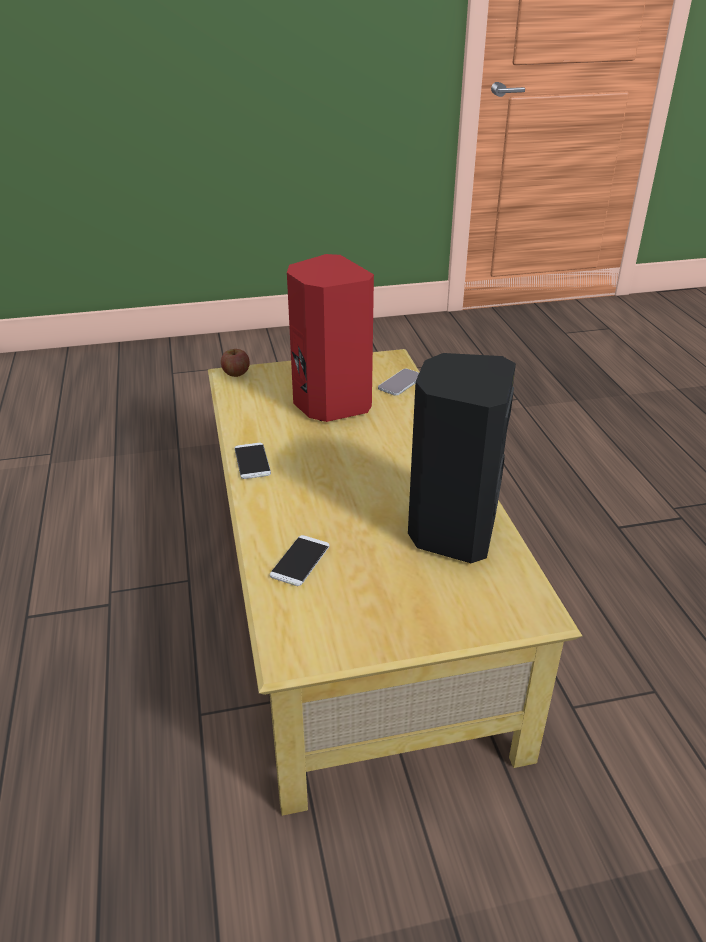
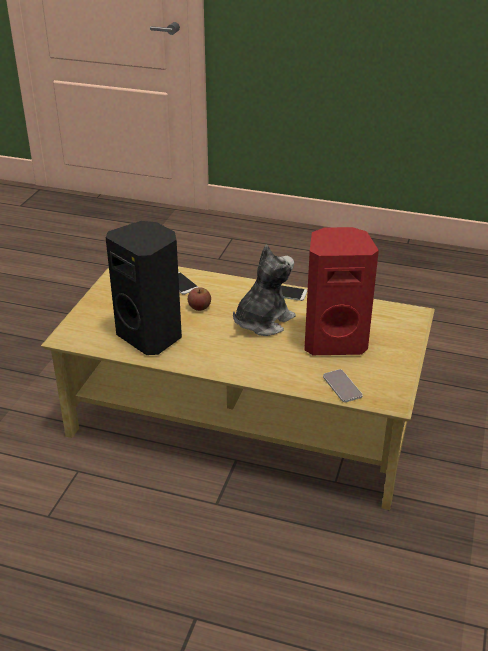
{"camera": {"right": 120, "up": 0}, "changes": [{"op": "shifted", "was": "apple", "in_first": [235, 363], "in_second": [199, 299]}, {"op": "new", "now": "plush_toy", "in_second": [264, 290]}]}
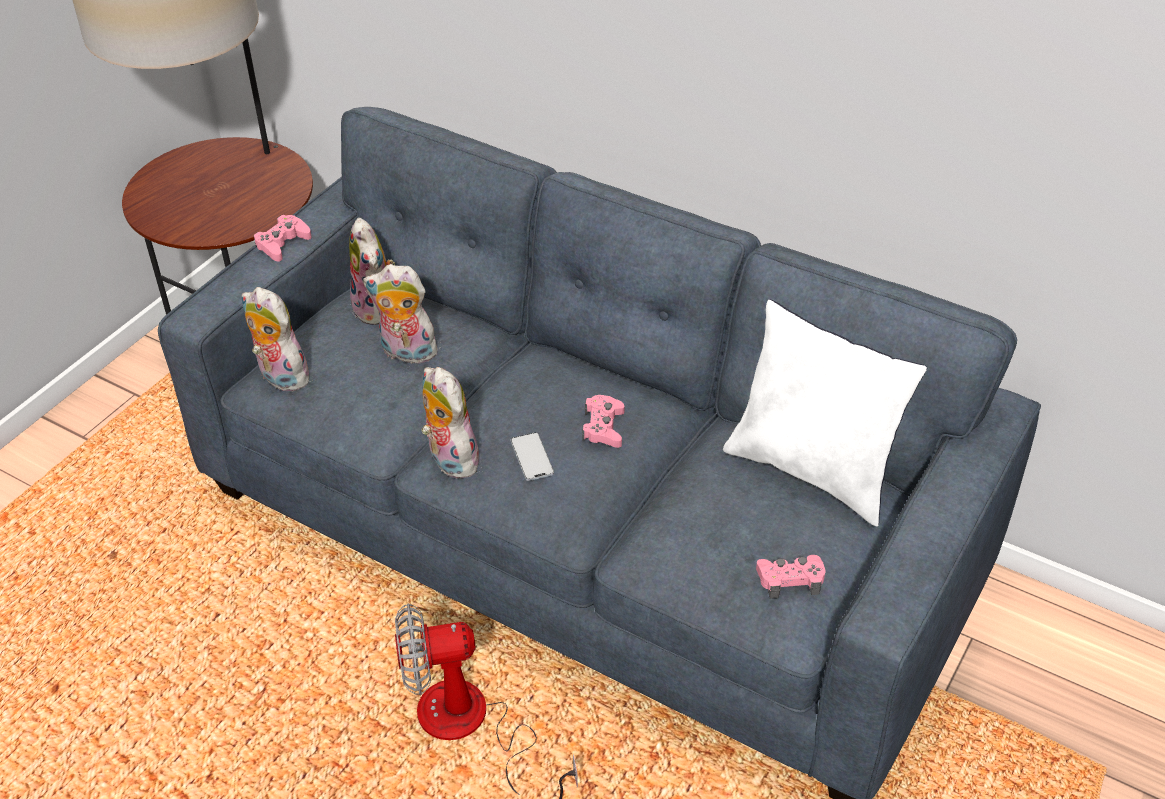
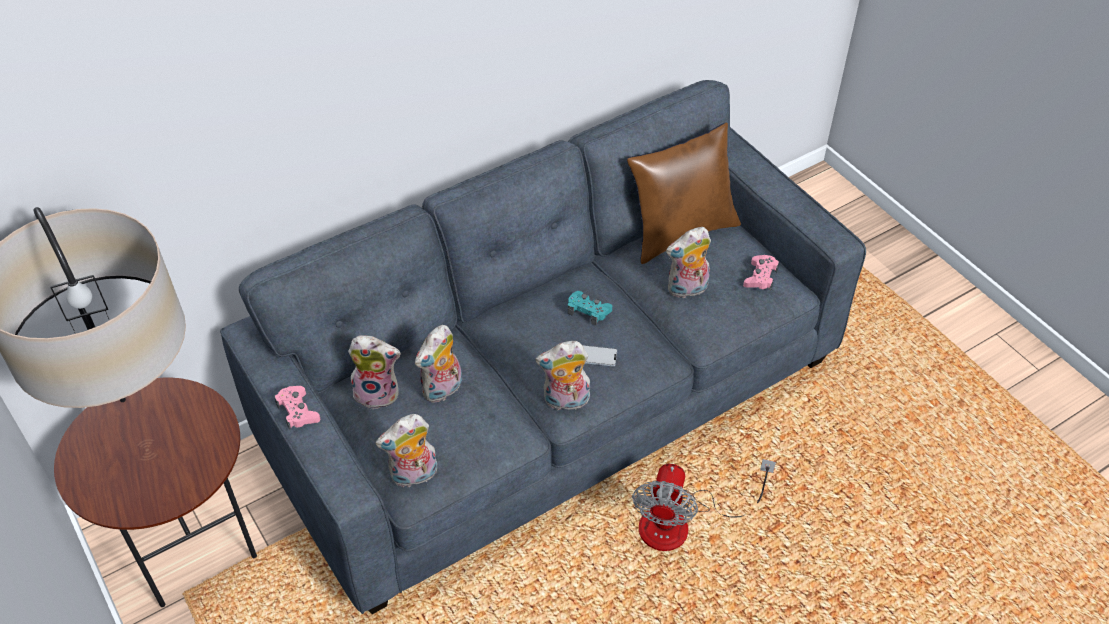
{"camera": {"right": -65, "up": 5}, "changes": [{"op": "repainted", "was": "pink_game_controller", "now": "turquoise_game_controller", "in_first": [603, 421], "in_second": [590, 308]}, {"op": "repainted", "was": "white_pillow", "now": "brown_pillow", "in_first": [825, 413], "in_second": [684, 193]}, {"op": "new", "now": "plush_toy", "in_second": [688, 262]}]}
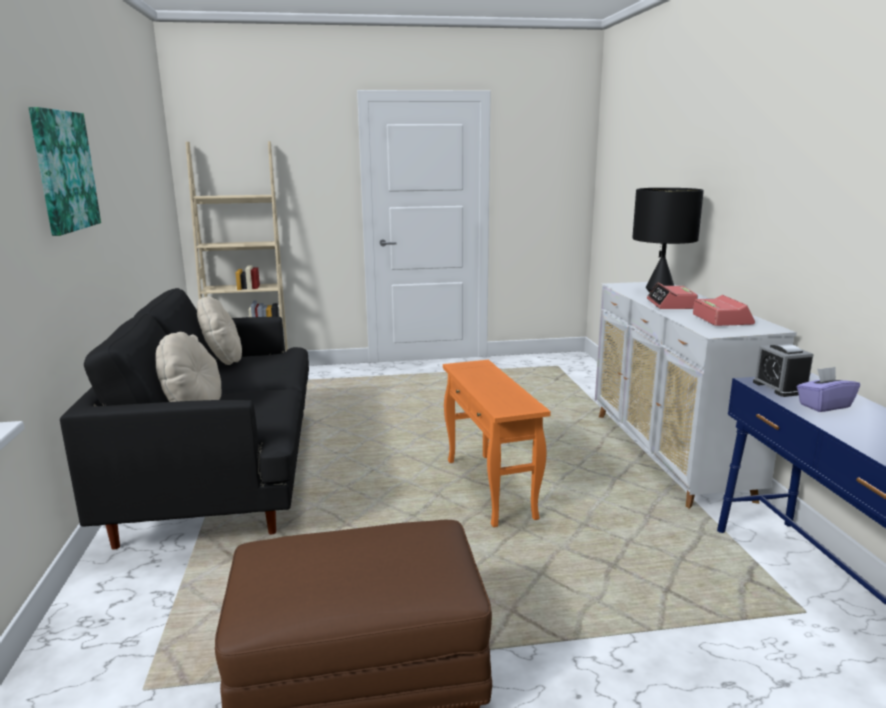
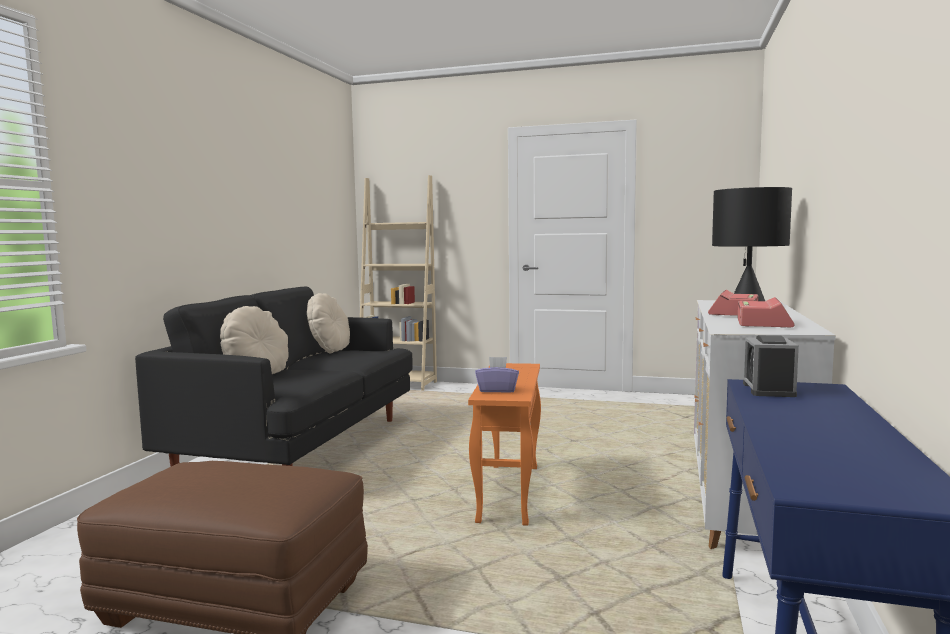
{"camera": {"right": 25, "up": -10}, "changes": [{"op": "gone", "was": "picture", "in_first": [65, 171]}, {"op": "shifted", "was": "purple_tissue_box", "in_first": [828, 389], "in_second": [497, 375]}]}
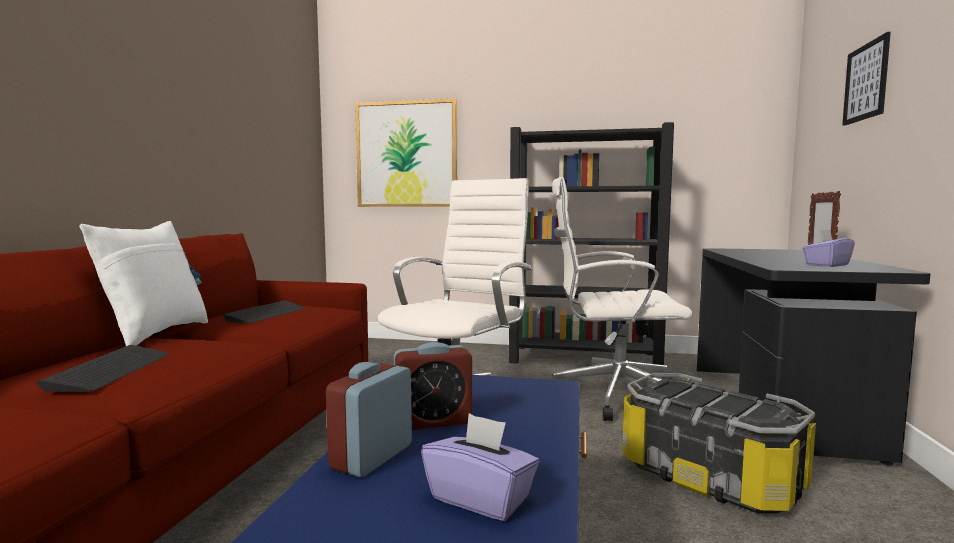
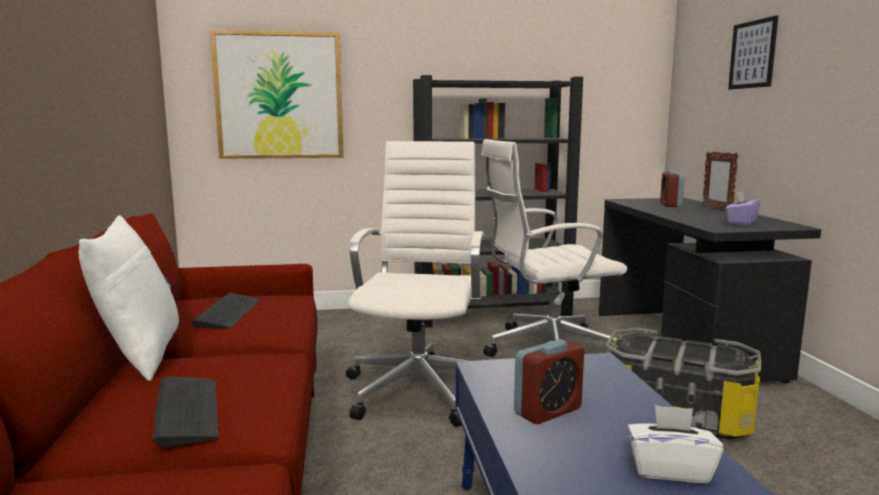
{"camera": {"right": -20, "up": 5}, "changes": [{"op": "shifted", "was": "alarm_clock", "in_first": [369, 419], "in_second": [672, 188]}, {"op": "repainted", "was": "purple_tissue_box", "now": "white_tissue_box", "in_first": [480, 467], "in_second": [675, 444]}]}
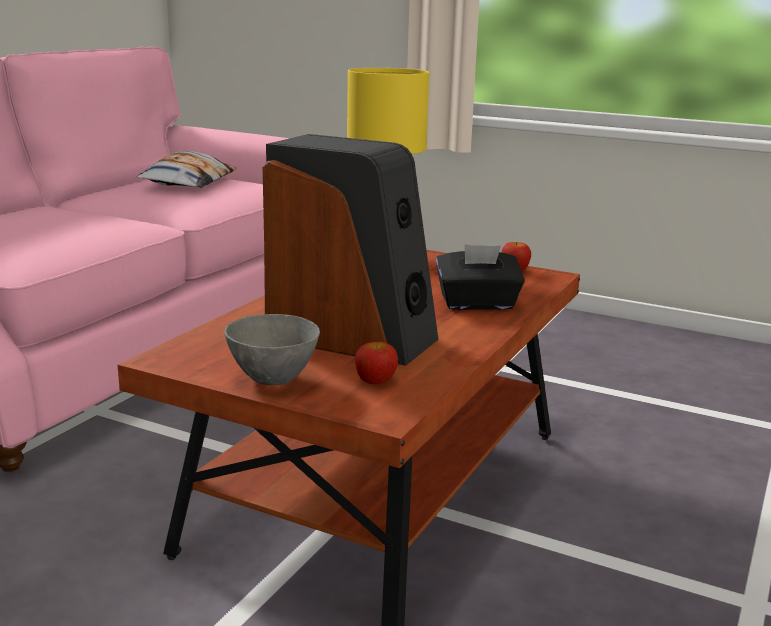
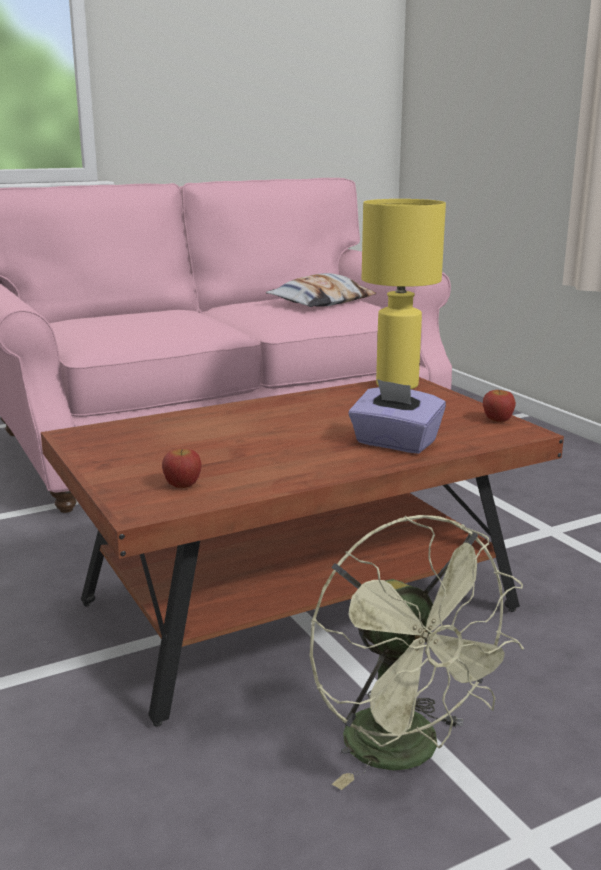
{"camera": {"right": 35, "up": 0}, "changes": [{"op": "gone", "was": "grey_bowl", "in_first": [272, 349]}, {"op": "gone", "was": "speaker", "in_first": [350, 250]}, {"op": "repainted", "was": "black_tissue_box", "now": "purple_tissue_box", "in_first": [480, 277], "in_second": [397, 416]}, {"op": "new", "now": "green_fan", "in_second": [417, 652]}]}
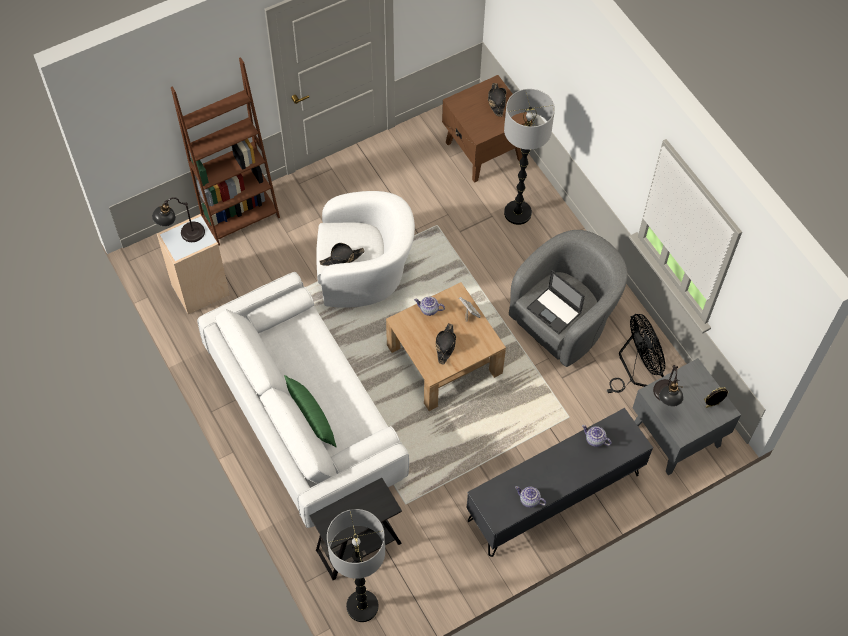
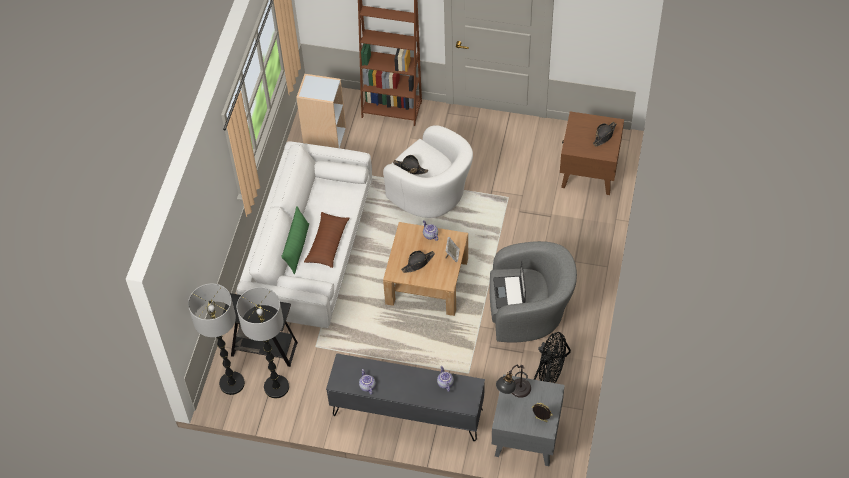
{"camera": {"right": 45, "up": -5}, "changes": [{"op": "gone", "was": "grey_table_lamp", "in_first": [178, 219]}, {"op": "shifted", "was": "floor_lamp", "in_first": [529, 157], "in_second": [263, 342]}, {"op": "new", "now": "brown_pillow", "in_second": [326, 240]}]}
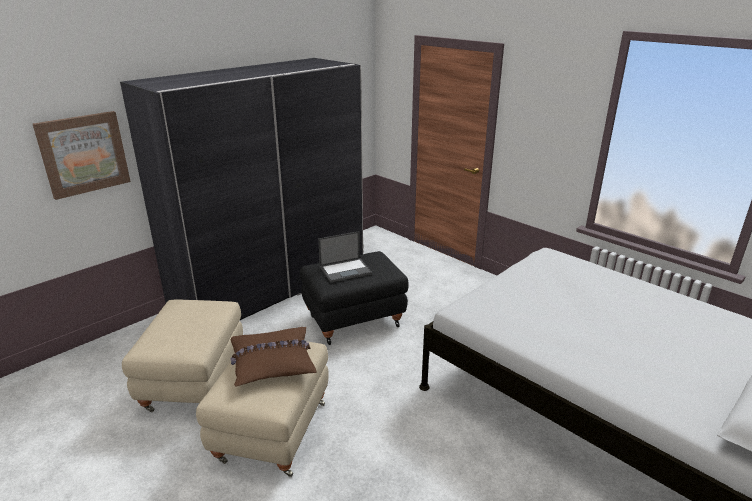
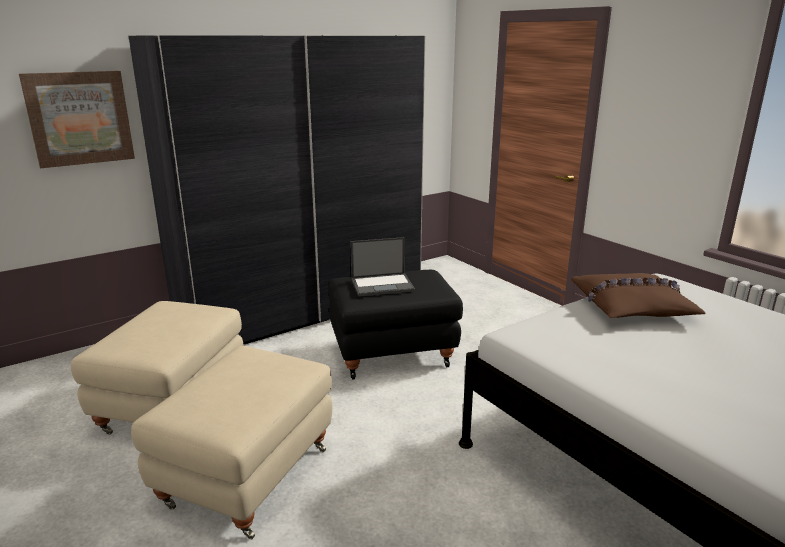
{"camera": {"right": 10, "up": -5}, "changes": [{"op": "shifted", "was": "brown_pillow", "in_first": [274, 357], "in_second": [638, 295]}]}
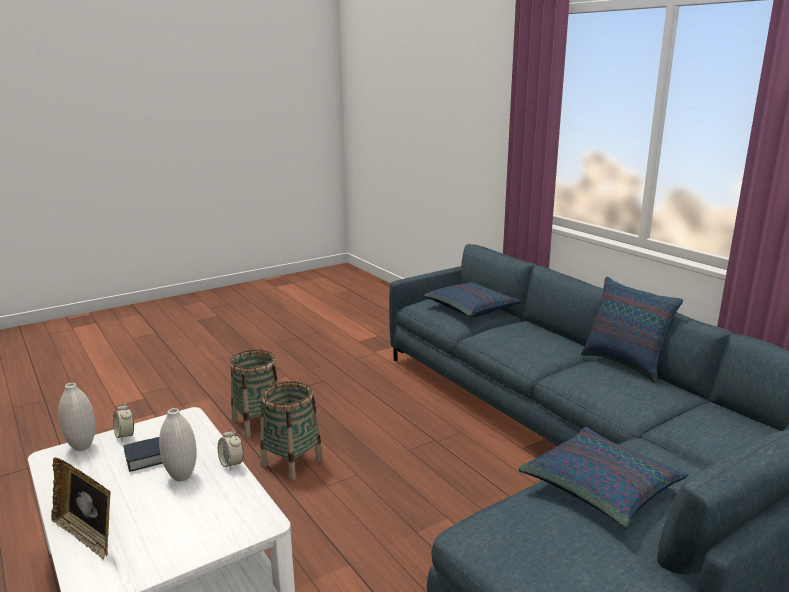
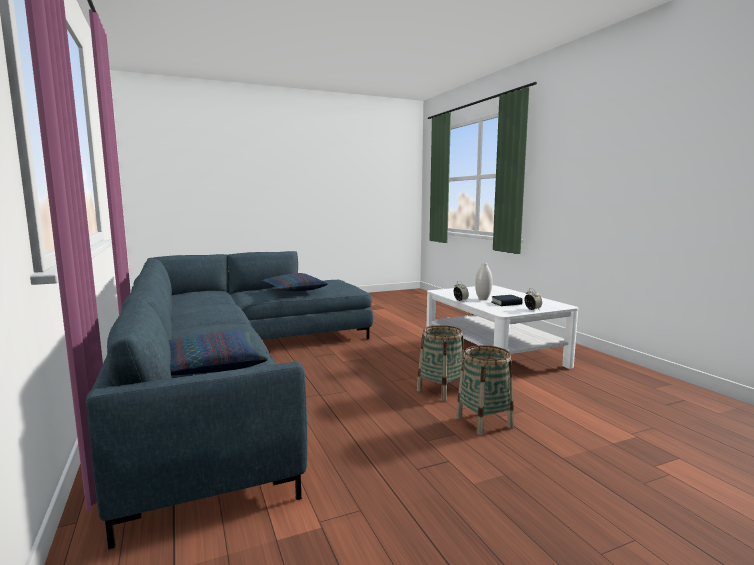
{"camera": {"right": -170, "up": -10}, "changes": [{"op": "gone", "was": "picture_frame", "in_first": [81, 509]}, {"op": "gone", "was": "white_vase", "in_first": [76, 417]}, {"op": "gone", "was": "blue_pillow", "in_first": [632, 330]}]}
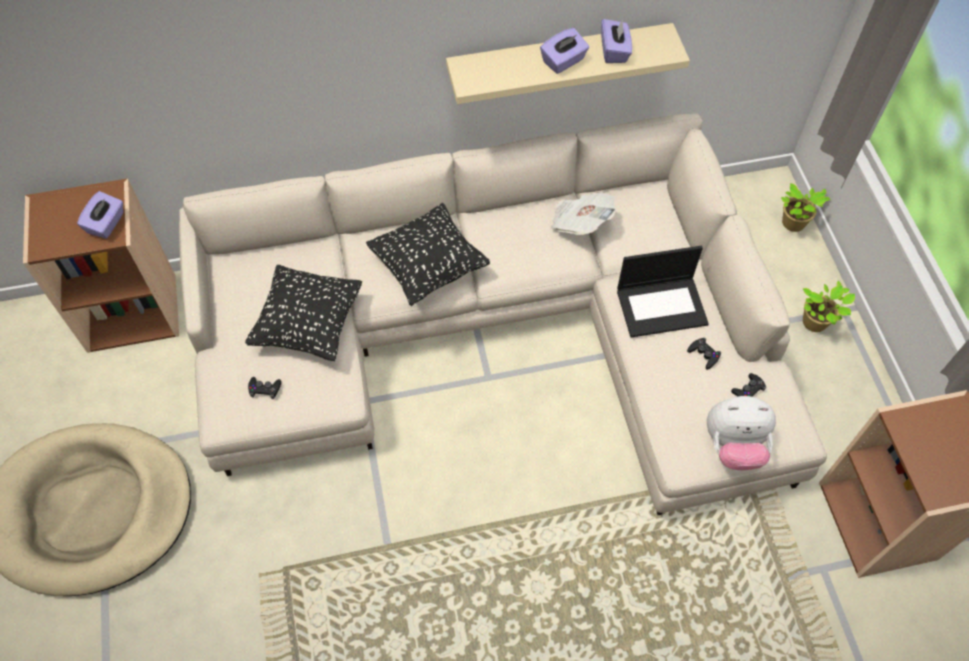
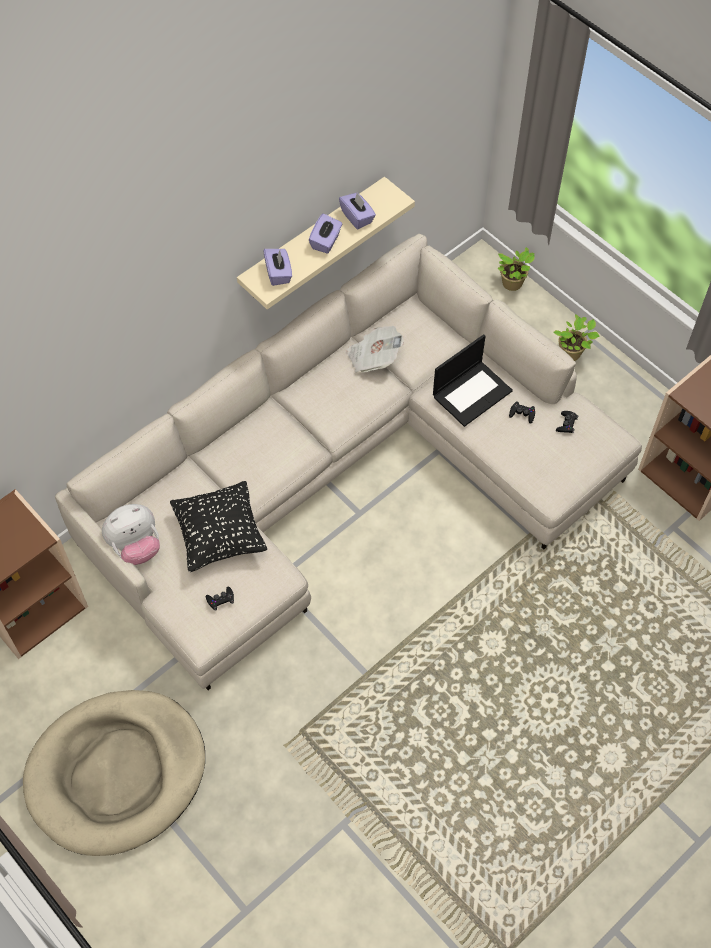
{"camera": {"right": -30, "up": 0}, "changes": [{"op": "shifted", "was": "purple_tissue_box", "in_first": [100, 215], "in_second": [277, 267]}, {"op": "gone", "was": "black_pillow", "in_first": [428, 254]}, {"op": "shifted", "was": "plush_toy", "in_first": [741, 433], "in_second": [131, 534]}]}
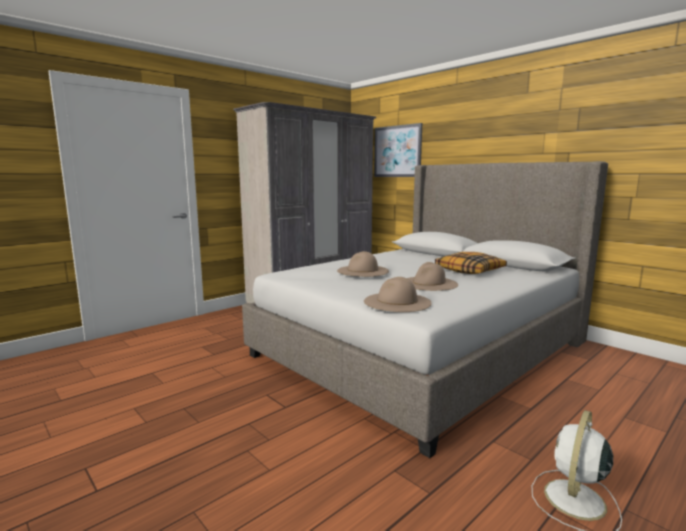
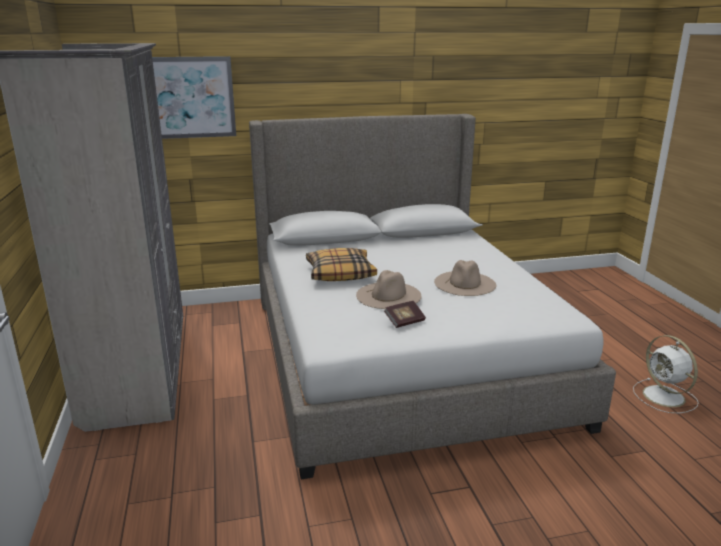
{"camera": {"right": -60, "up": 10}, "changes": [{"op": "gone", "was": "beige_hat", "in_first": [398, 294]}, {"op": "shifted", "was": "pillow", "in_first": [471, 263], "in_second": [341, 264]}, {"op": "new", "now": "book", "in_second": [405, 314]}]}
